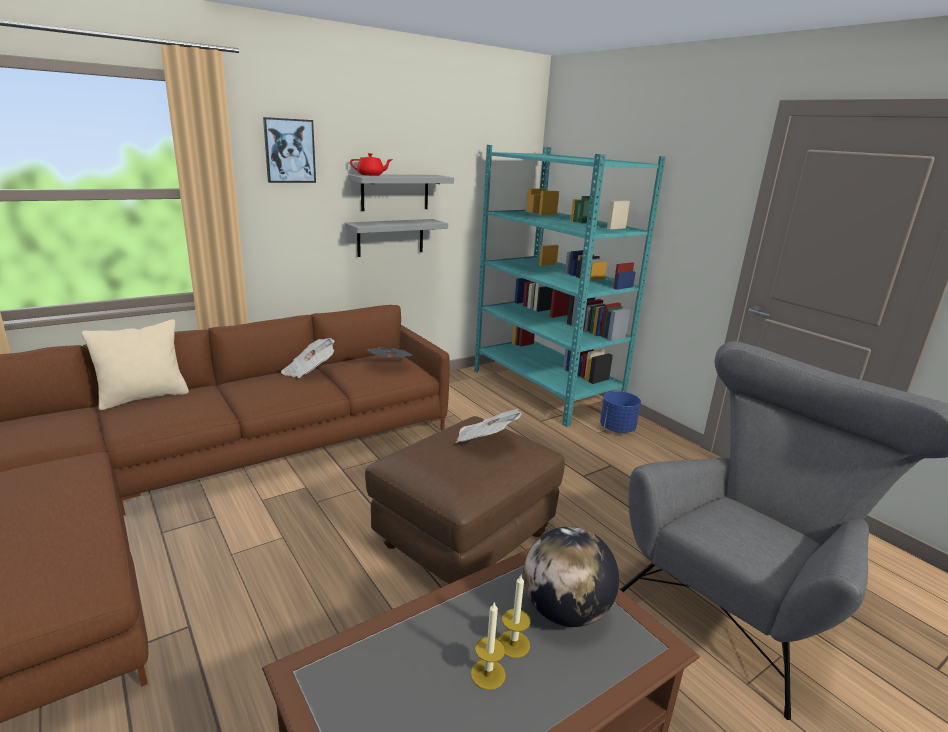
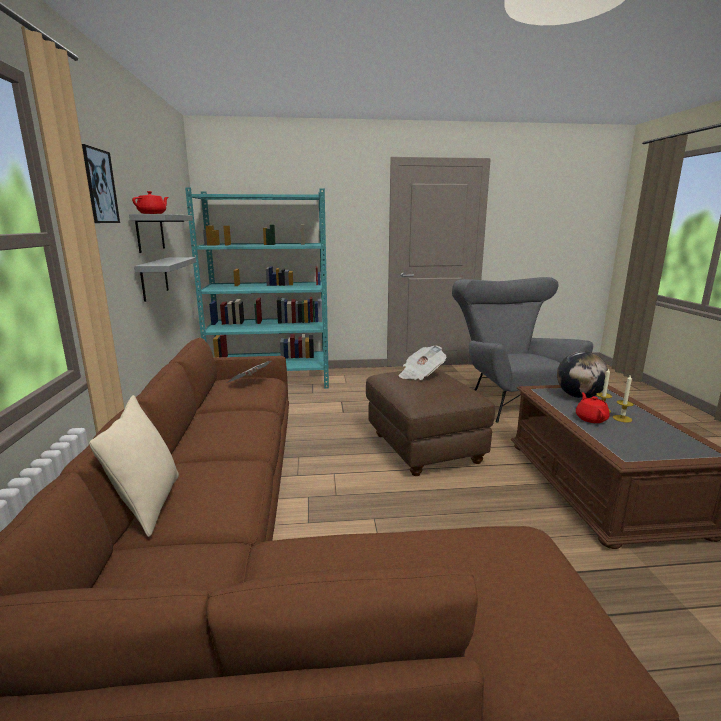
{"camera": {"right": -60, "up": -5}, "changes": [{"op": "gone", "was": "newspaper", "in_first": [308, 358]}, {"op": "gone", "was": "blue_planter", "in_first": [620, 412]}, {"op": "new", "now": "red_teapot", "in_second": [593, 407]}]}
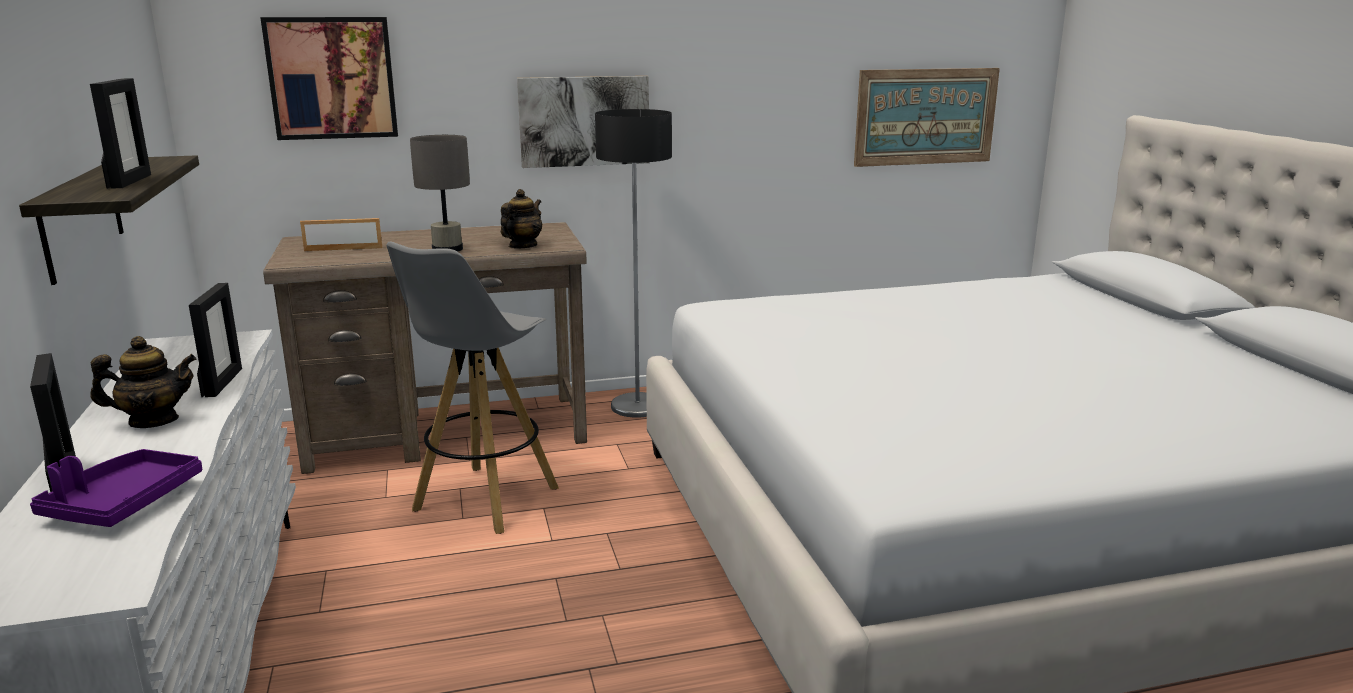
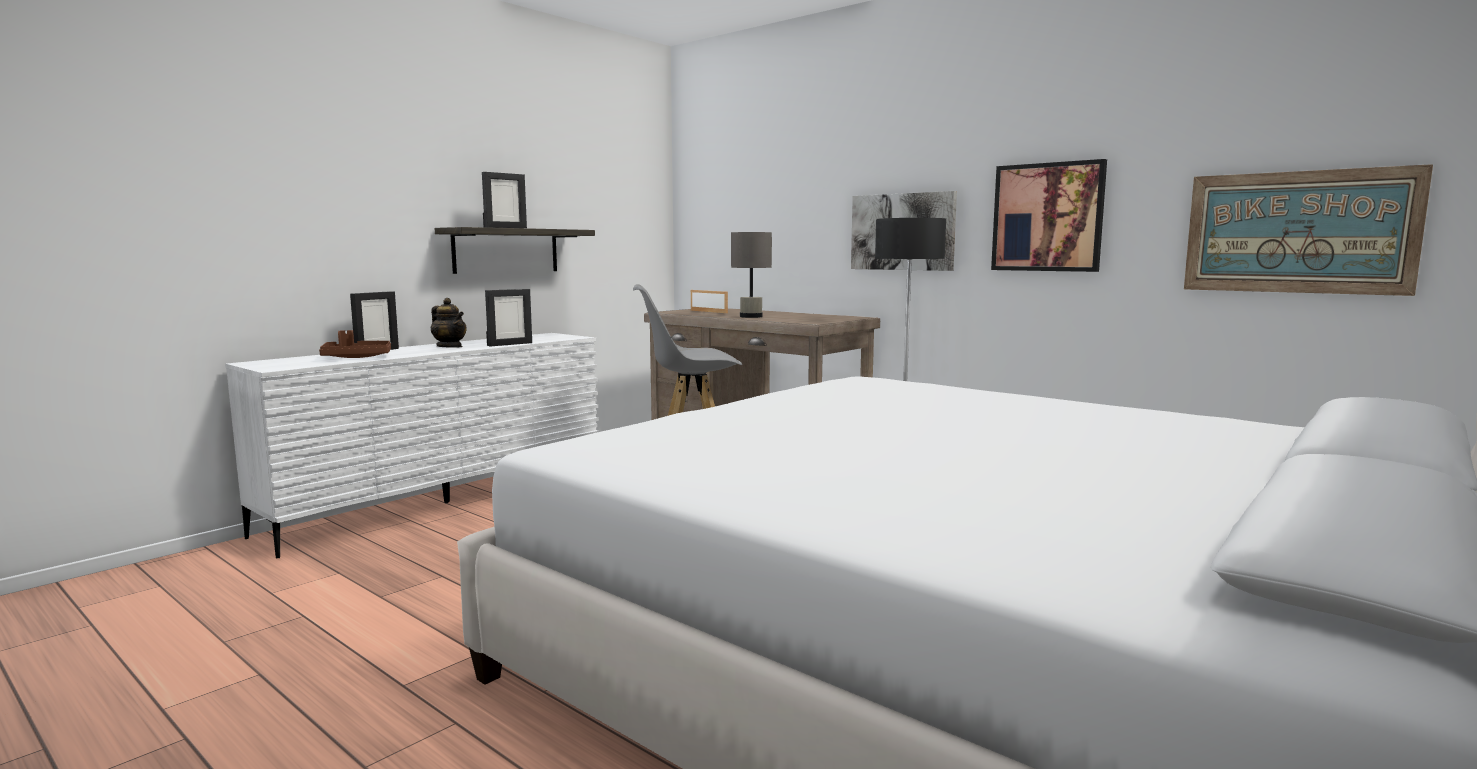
{"camera": {"right": 55, "up": -10}, "changes": [{"op": "repainted", "was": "purple_tray", "now": "brown_tray", "in_first": [116, 488], "in_second": [355, 344]}, {"op": "shifted", "was": "picture", "in_first": [329, 78], "in_second": [1049, 215]}, {"op": "gone", "was": "teapot", "in_first": [521, 218]}]}
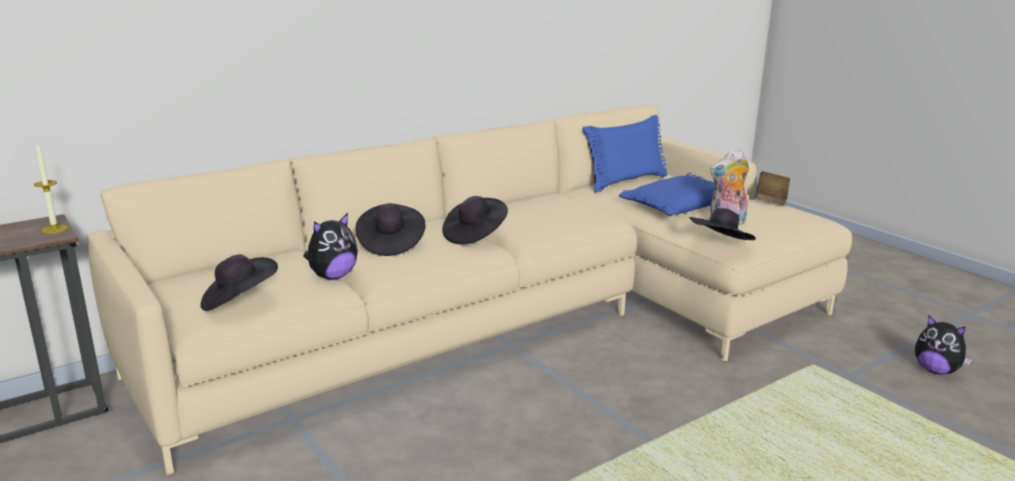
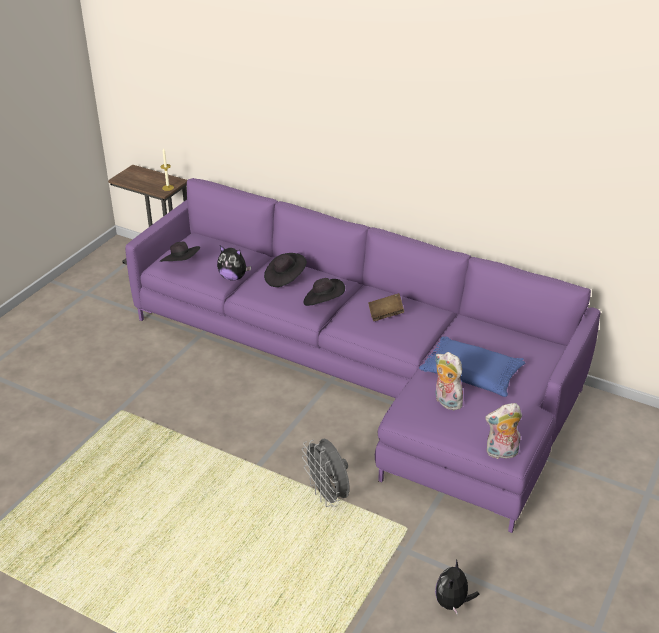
{"camera": {"right": 65, "up": 15}, "changes": [{"op": "repainted", "was": "beige_sofa", "now": "purple_sofa", "in_first": [469, 289], "in_second": [362, 355]}, {"op": "gone", "was": "blue_pillow", "in_first": [625, 154]}, {"op": "gone", "was": "black_hat", "in_first": [722, 224]}, {"op": "shifted", "was": "brown_book", "in_first": [772, 188], "in_second": [386, 307]}, {"op": "new", "now": "grey_fan", "in_second": [325, 472]}, {"op": "new", "now": "plush_toy", "in_second": [503, 431]}]}
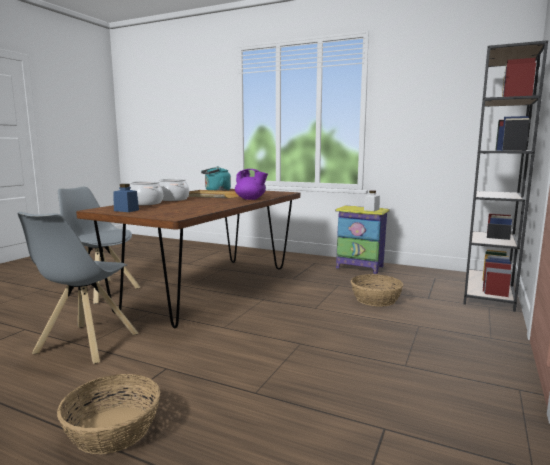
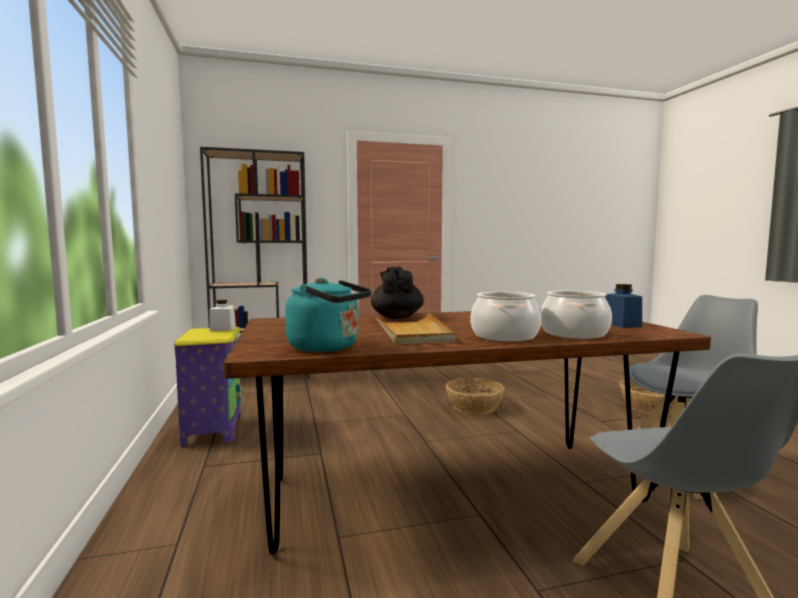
{"camera": {"right": -130, "up": -5}, "changes": [{"op": "repainted", "was": "purple_teapot", "now": "black_teapot", "in_first": [251, 184], "in_second": [397, 293]}, {"op": "shifted", "was": "basket", "in_first": [377, 290], "in_second": [475, 396]}]}
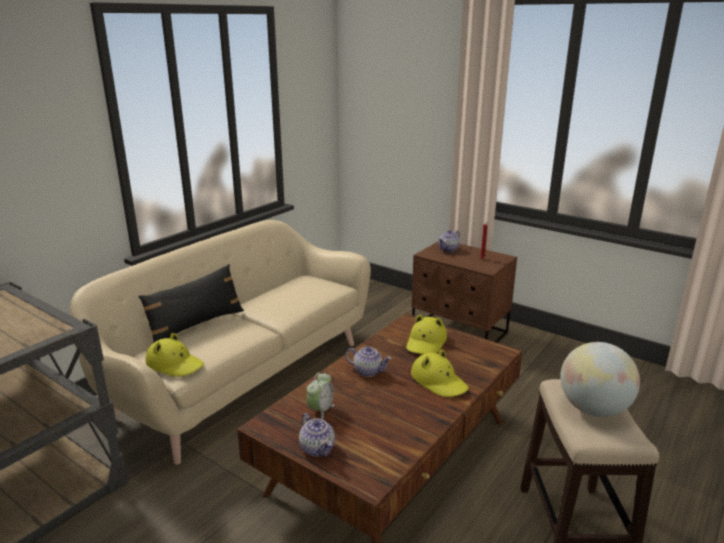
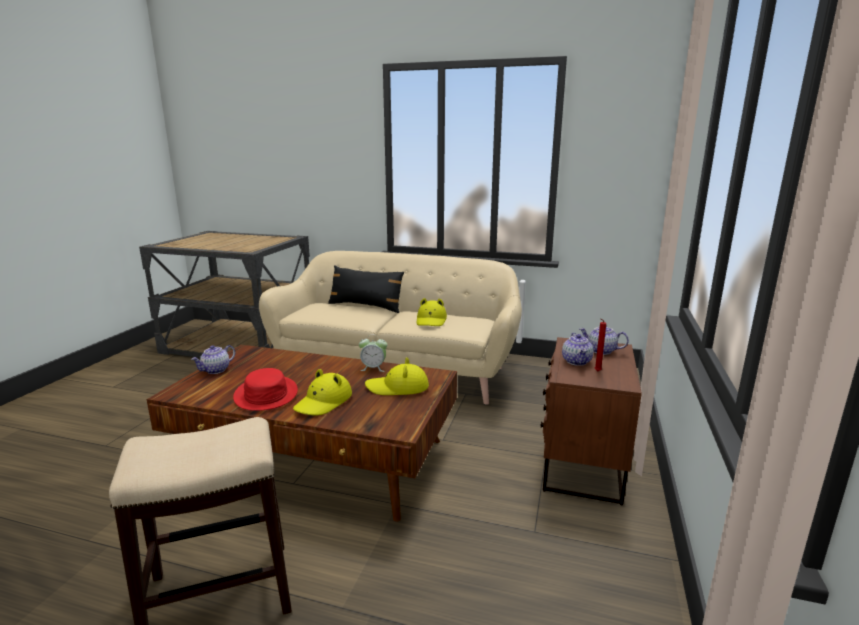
{"camera": {"right": 70, "up": -5}, "changes": [{"op": "shifted", "was": "yellow_hat", "in_first": [175, 355], "in_second": [432, 312]}, {"op": "shifted", "was": "alarm_clock", "in_first": [321, 395], "in_second": [373, 353]}, {"op": "shifted", "was": "teapot", "in_first": [368, 362], "in_second": [577, 349]}, {"op": "gone", "was": "globe", "in_first": [600, 379]}, {"op": "new", "now": "red_hat", "in_second": [265, 389]}]}
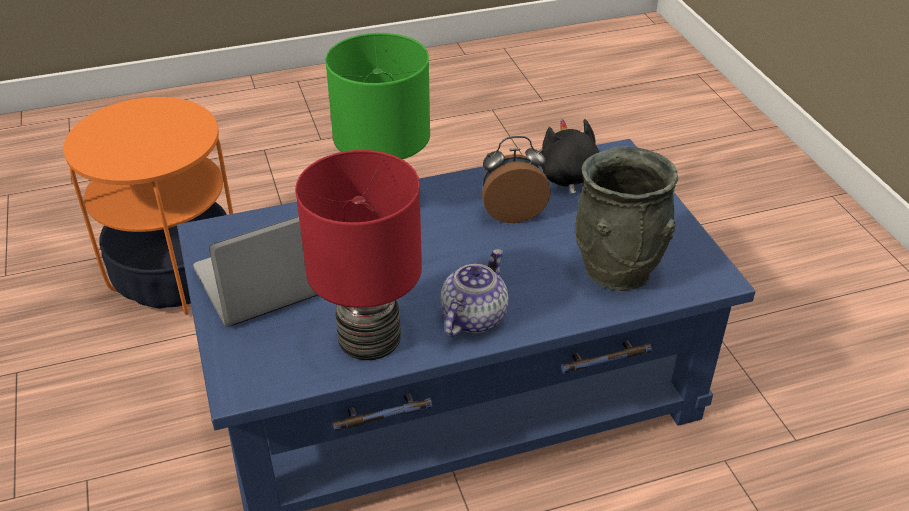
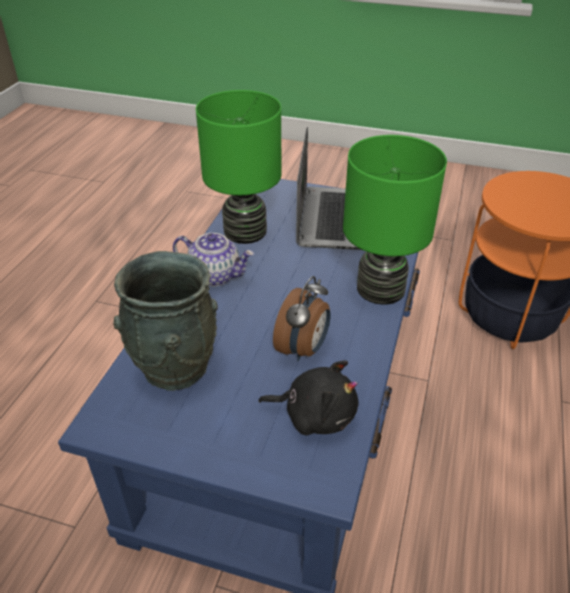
{"camera": {"right": 125, "up": 0}, "changes": [{"op": "repainted", "was": "red_table_lamp", "now": "green_table_lamp", "in_first": [358, 255], "in_second": [238, 167]}, {"op": "rotated", "was": "teapot", "in_first": [474, 293], "in_second": [213, 259], "clockwise": -45}]}
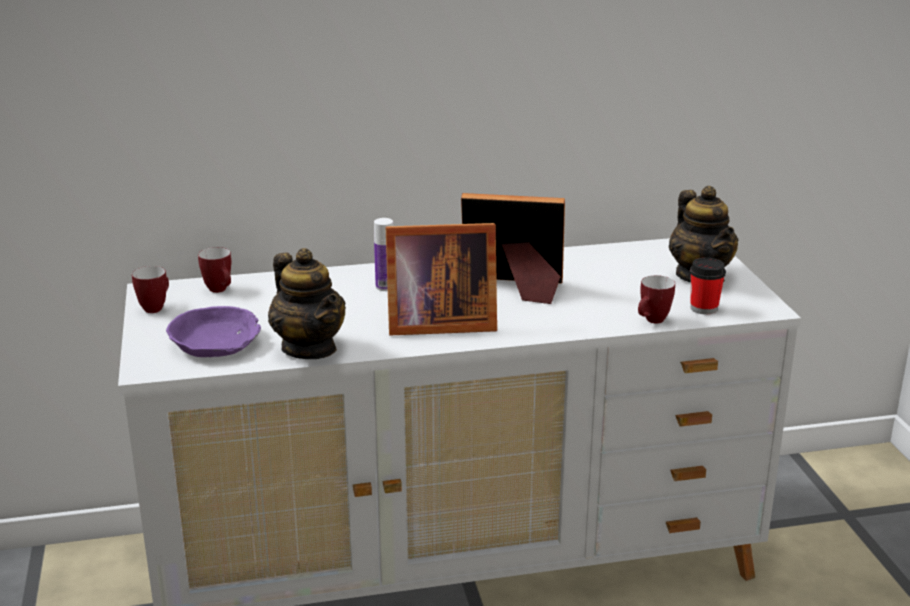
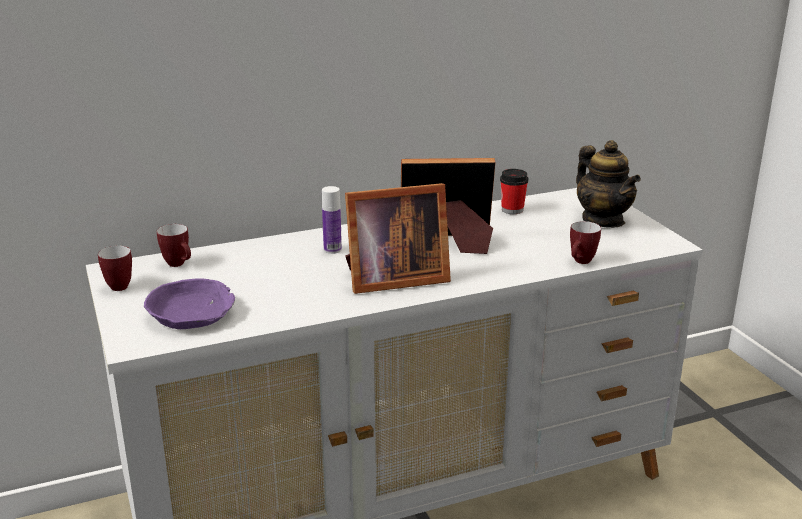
{"camera": {"right": -10, "up": 0}, "changes": [{"op": "gone", "was": "teapot", "in_first": [307, 303]}, {"op": "shifted", "was": "cup", "in_first": [708, 285], "in_second": [514, 191]}]}
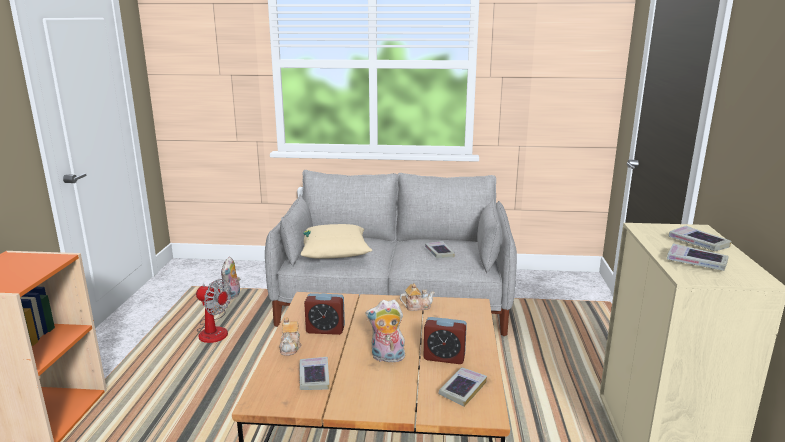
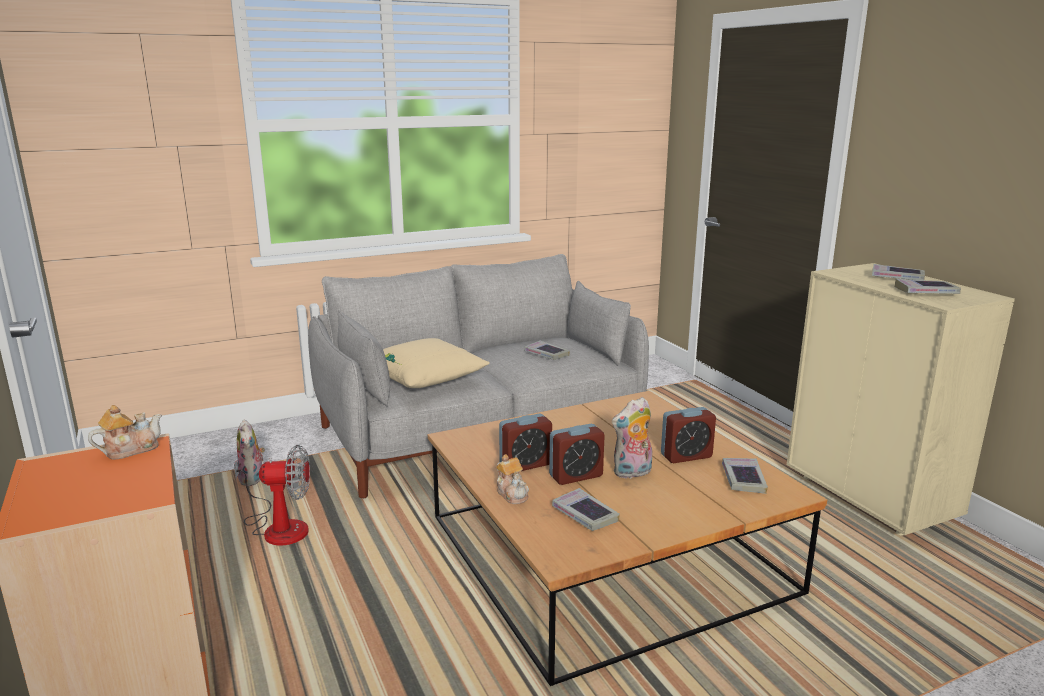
{"camera": {"right": -30, "up": 0}, "changes": [{"op": "shifted", "was": "teapot", "in_first": [417, 297], "in_second": [125, 432]}, {"op": "new", "now": "alarm_clock", "in_second": [577, 454]}]}
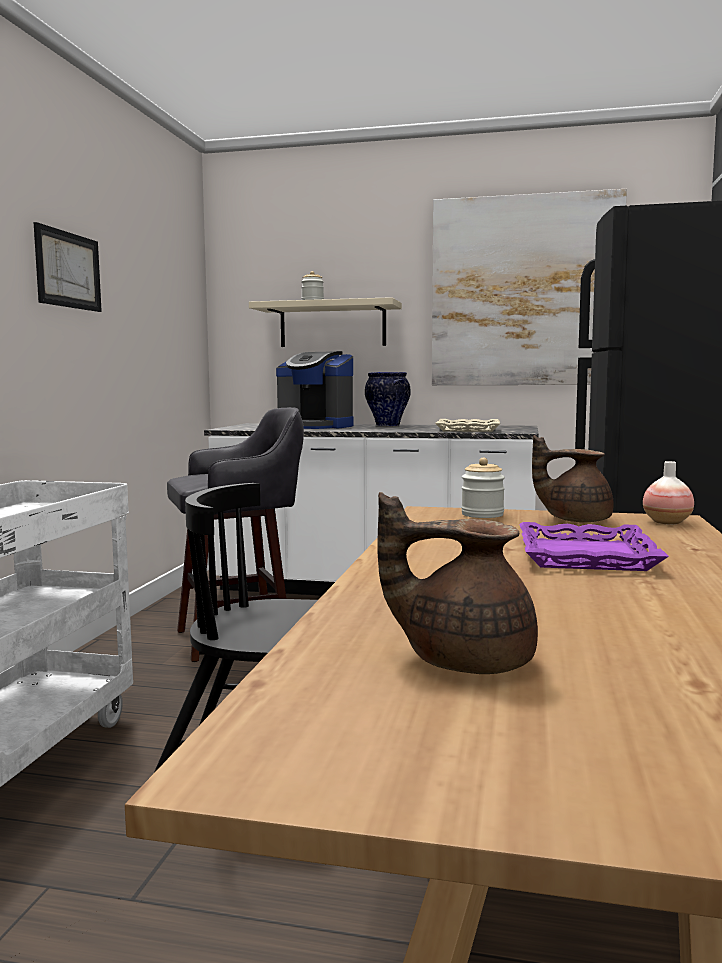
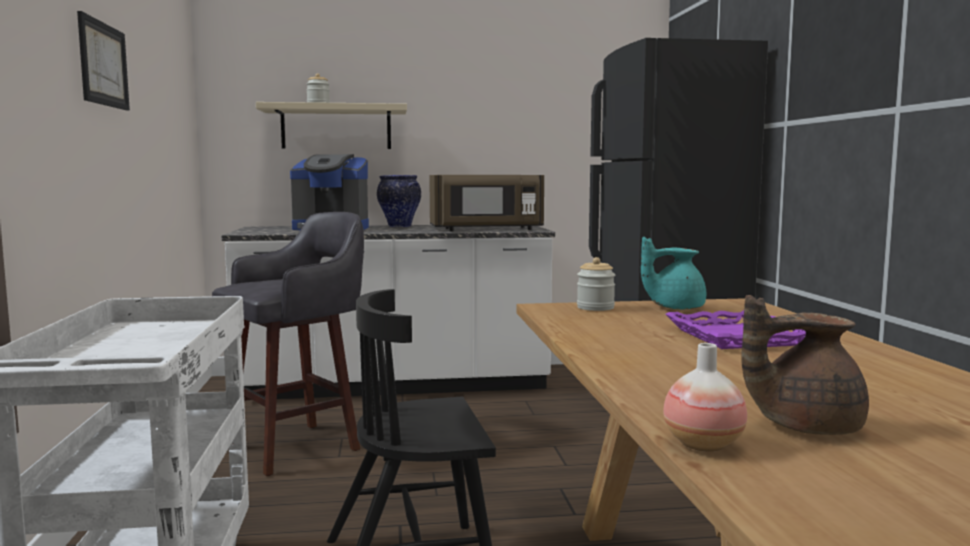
{"camera": {"right": -20, "up": 0}, "changes": [{"op": "gone", "was": "picture", "in_first": [529, 287]}, {"op": "swapped", "was": "beige_tray", "now": "brown_microwave", "in_first": [468, 425], "in_second": [486, 203]}, {"op": "repainted", "was": "brown_teapot", "now": "turquoise_teapot", "in_first": [573, 478], "in_second": [673, 273]}, {"op": "shifted", "was": "vase", "in_first": [668, 492], "in_second": [705, 397]}]}
